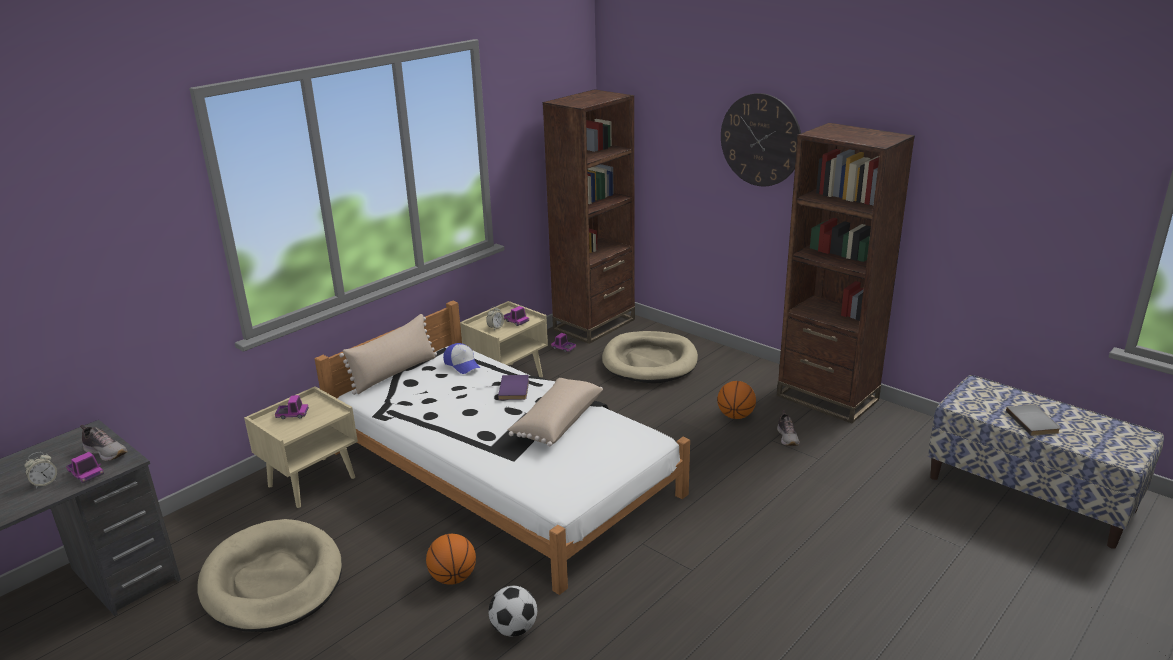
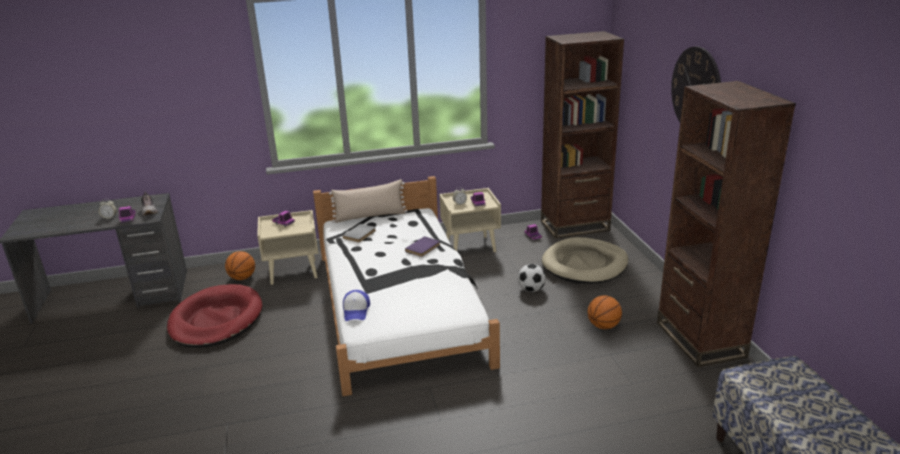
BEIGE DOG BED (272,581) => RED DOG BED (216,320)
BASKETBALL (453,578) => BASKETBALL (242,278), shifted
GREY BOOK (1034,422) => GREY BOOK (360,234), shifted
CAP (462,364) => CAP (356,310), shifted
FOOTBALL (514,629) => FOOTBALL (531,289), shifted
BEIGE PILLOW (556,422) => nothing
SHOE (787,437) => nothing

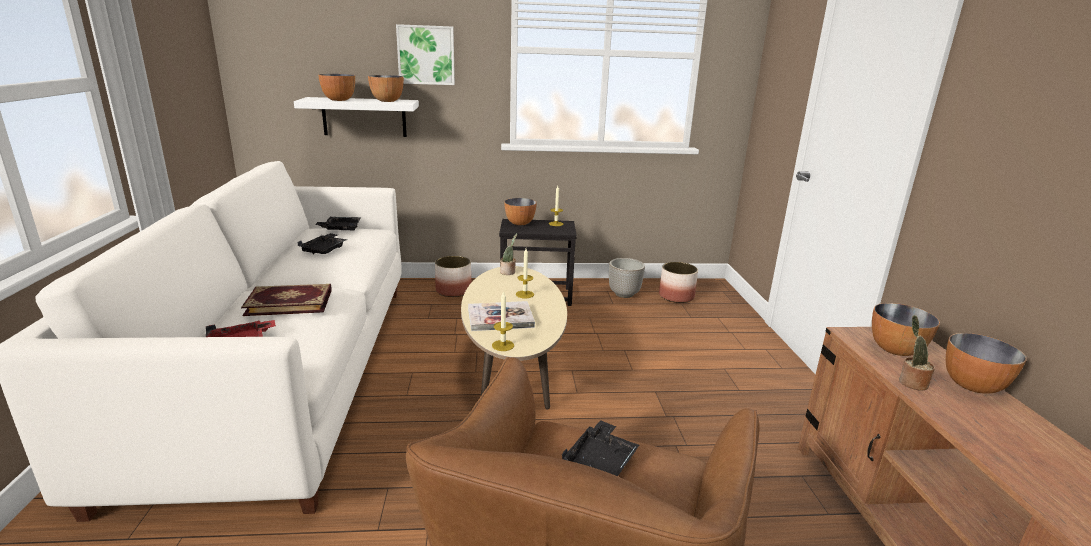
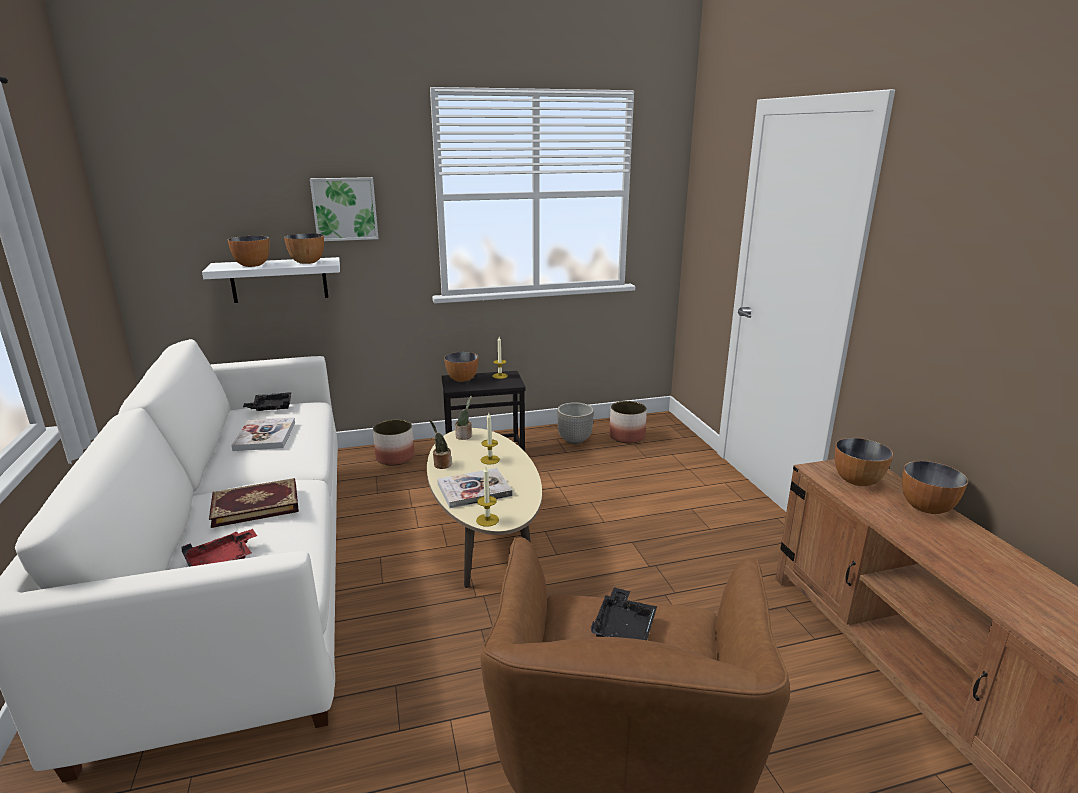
BLACK TRAY (325,250) => BOOK (265,436)
POTTED PLANT (910,382) => POTTED PLANT (441,464), shifted

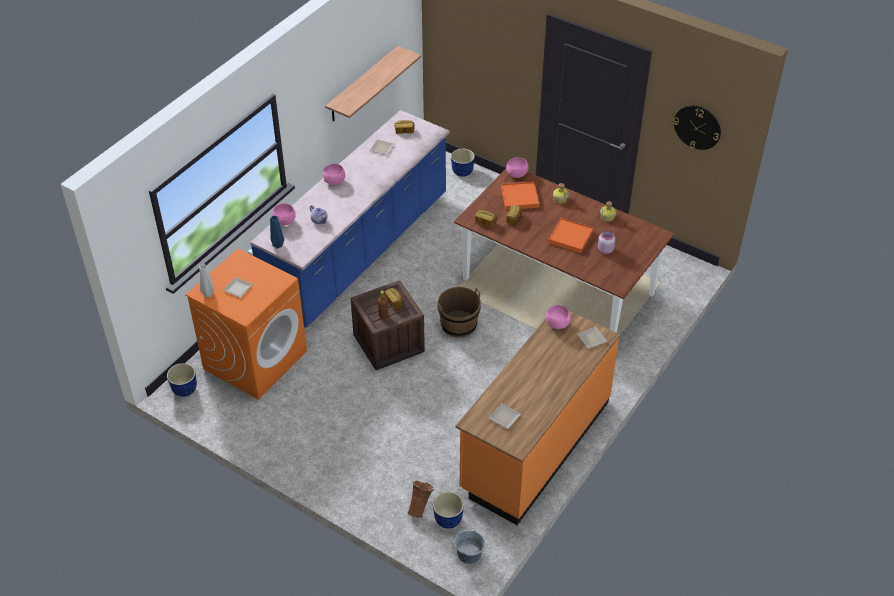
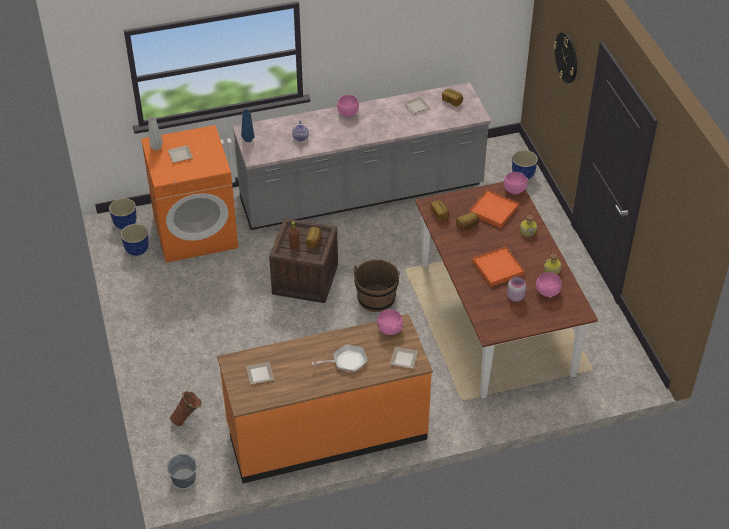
PLANTER (448,520) => PLANTER (136,250), shifted
BLUE COUNTER (359,253) => GREY COUNTER (362,195)
nothing => FRYING PAN (346,361)
PINK BOWL (285,221) => PINK BOWL (548,291), shifted
WALL CLOCK (697,127) => WALL CLOCK (566,57), shifted
SHELF (363,85) => nothing

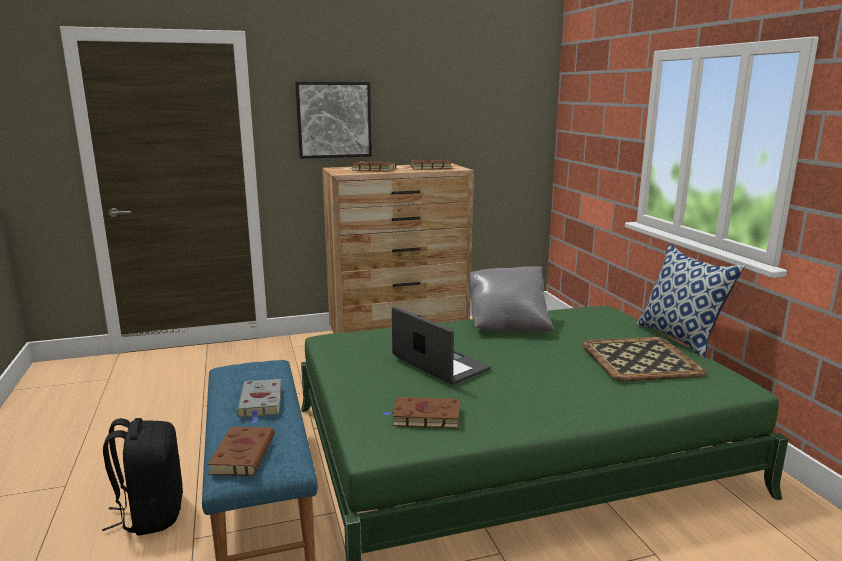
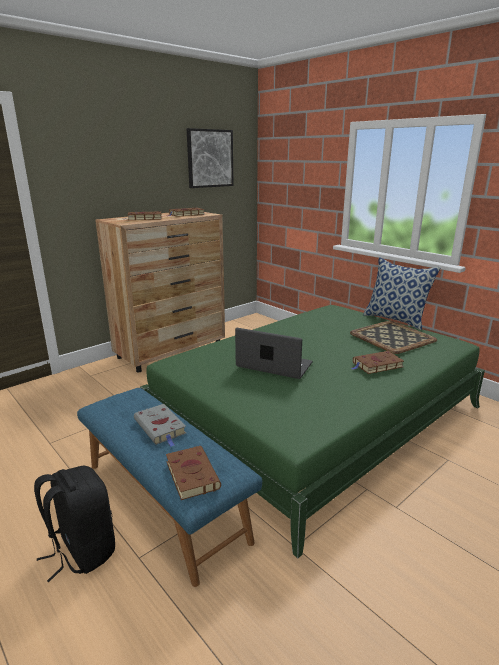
PICTURE (334,120) => PICTURE (210,158), shifted
BROWN BOOK (424,417) => BROWN BOOK (376,365), shifted
GREY PILLOW (507,325) => nothing

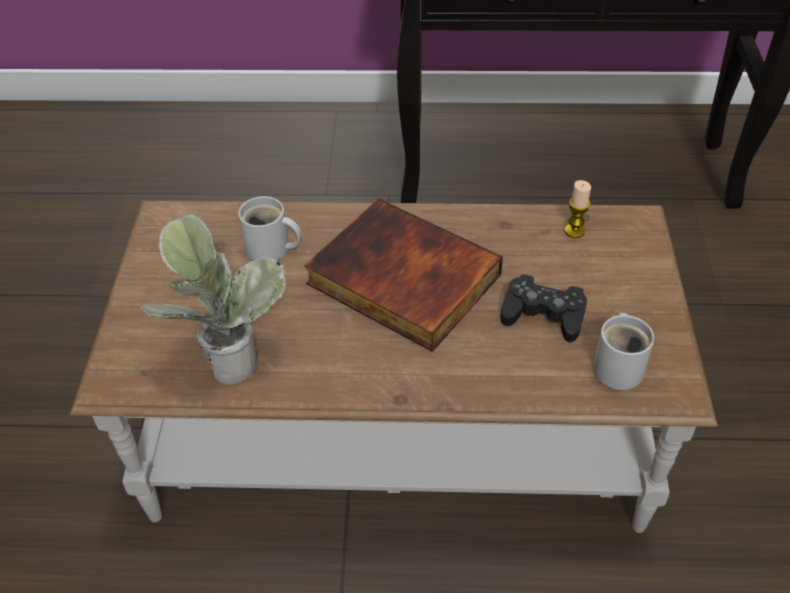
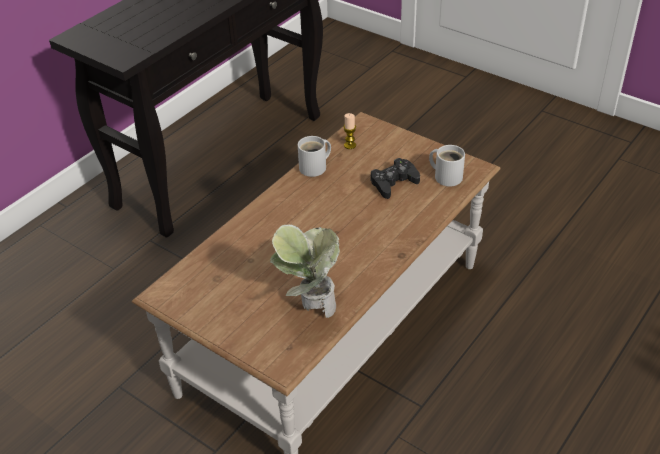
WHITE MUG (271,249) => WHITE MUG (315,167), shifted
BOOK (400,280) => nothing

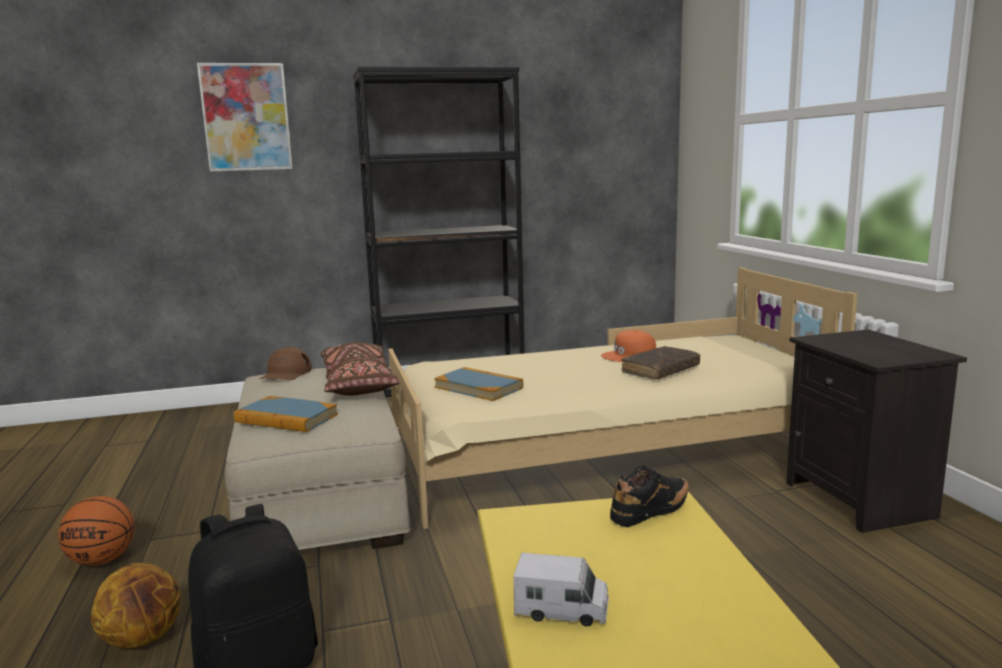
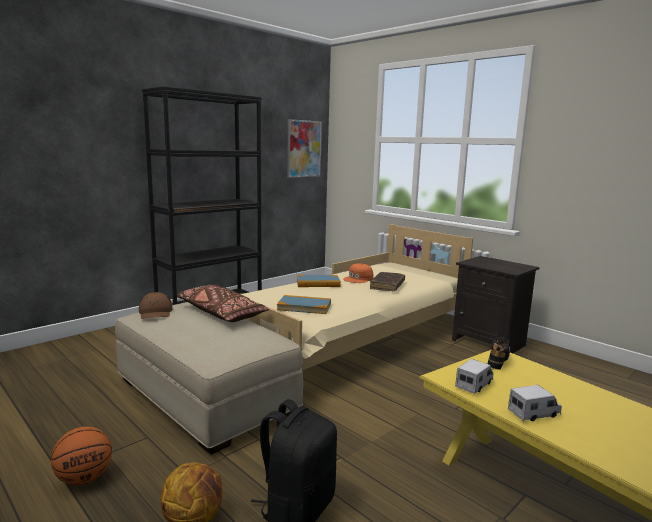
PICTURE (246,117) => PICTURE (304,149), shifted
BOOK (286,418) => BOOK (318,283), shifted
nothing => TOY TRUCK (474,385)

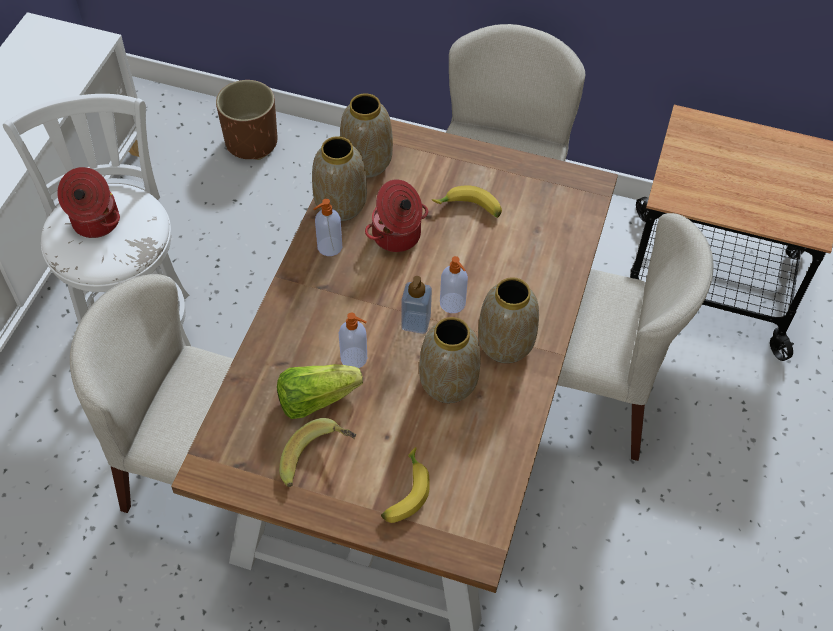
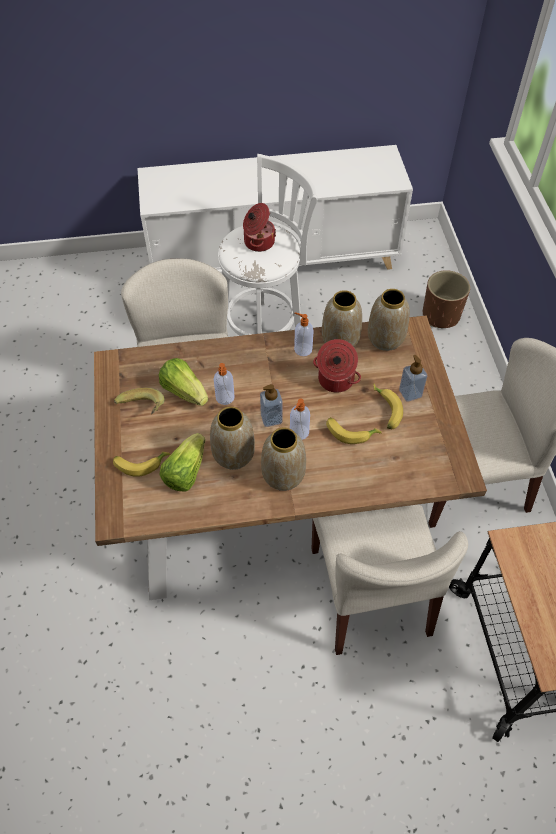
nothing => LETTUCE (185,472)
nothing => BANANA (350,432)
nothing => SOAP DISPENSER (410,393)

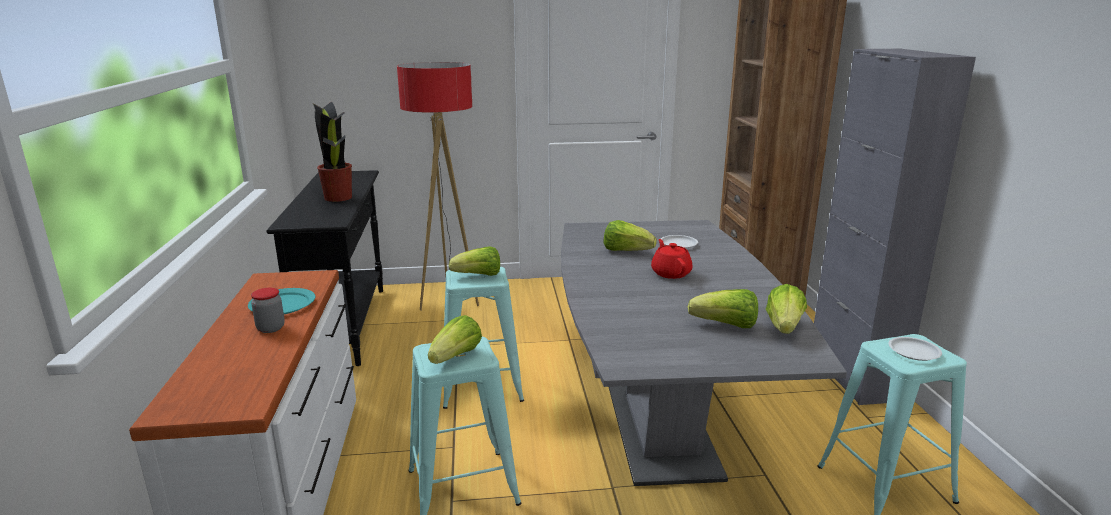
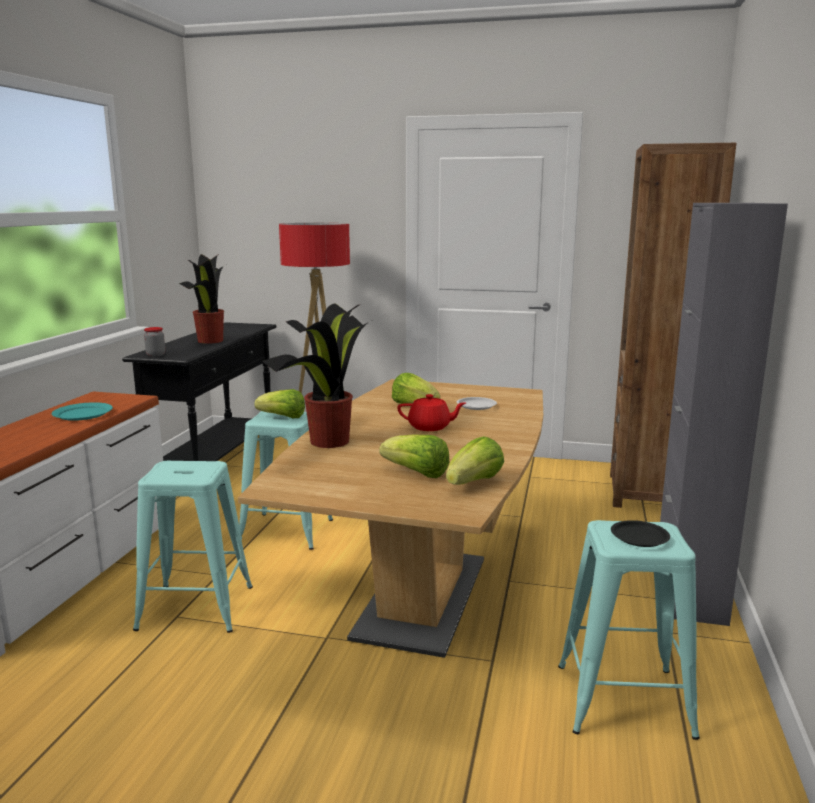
JAR (271,328) => JAR (155,355), shifted
GREY DINING TABLE (660,428) => BROWN DINING TABLE (422,597)
nothing => POTTED PLANT (328,442)
RED TEAPOT (670,273) => RED TEAPOT (430,427), 90 degrees clockwise
WHITE PLATE (913,352) => BLACK PLATE (639,537)
LETTUCE (456,357) => nothing

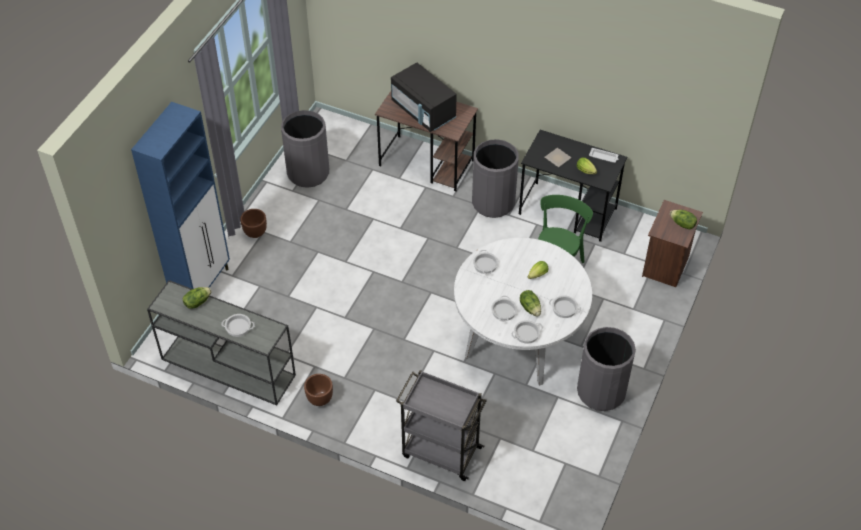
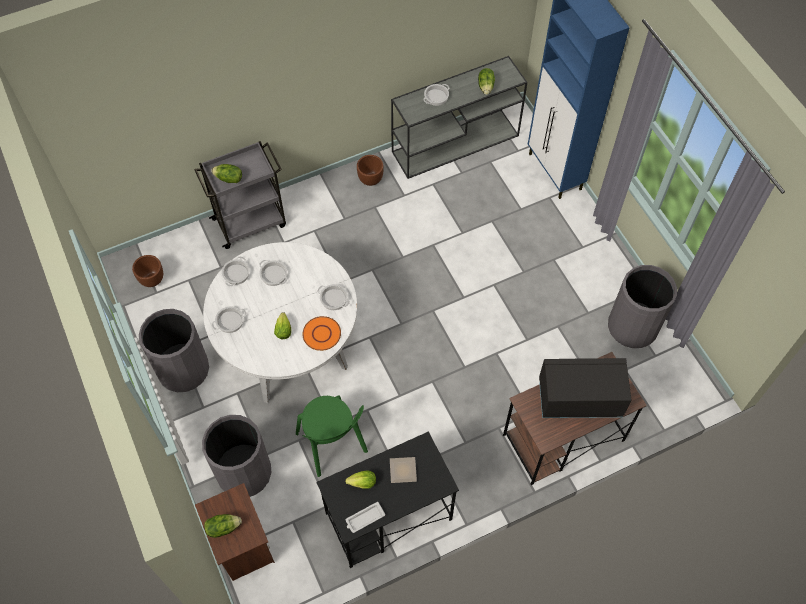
BROWN PLANTER (255,233) => BROWN PLANTER (152,279), shifted
GREY TRASH CAN (493,202) => GREY TRASH CAN (244,472), shifted
LETTUCE (530,308) => LETTUCE (229,179), shifted
nothing => ORANGE PLATE (321,334)

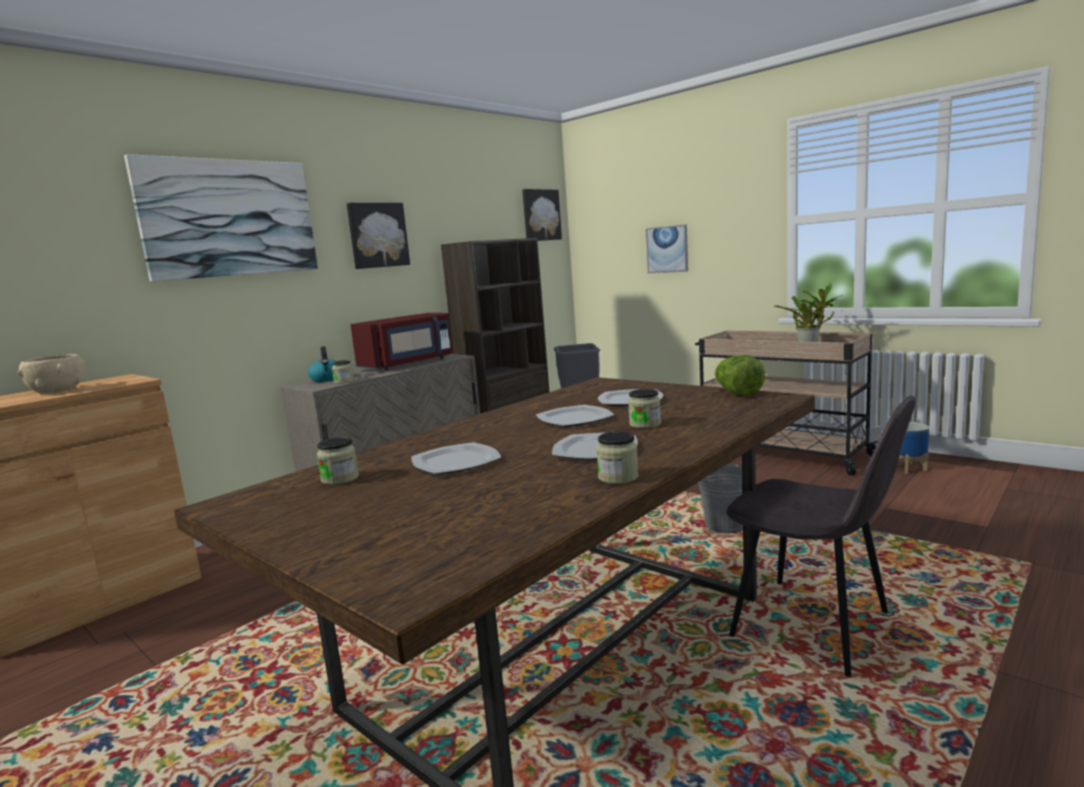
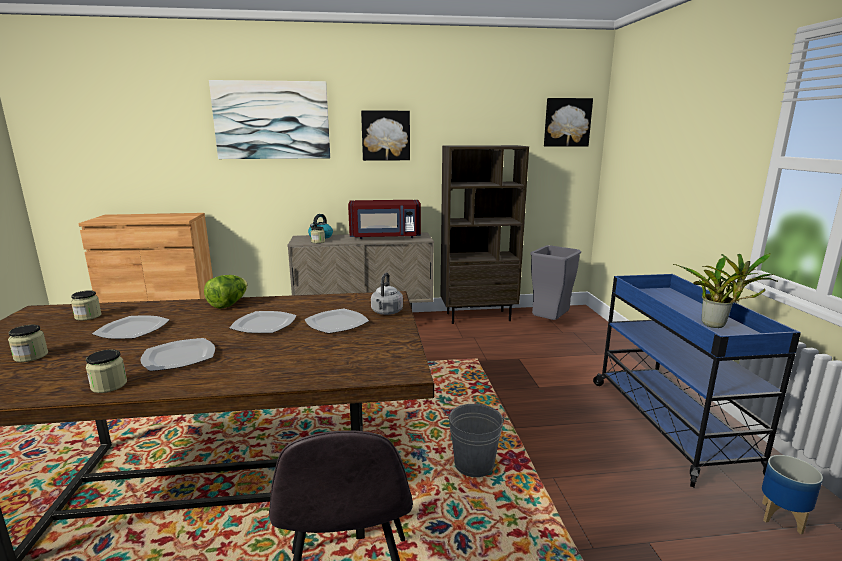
JAR (645,424) => JAR (31,356), shifted
LETTUCE (737,393) => LETTUCE (229,304), shifted
nothing => GREY KETTLE (386,312)
BEIGE CART (779,453) => BLUE CART (668,423)
BEIGE BOWL (57,391) => nothing
PICTURE (667,249) => nothing

